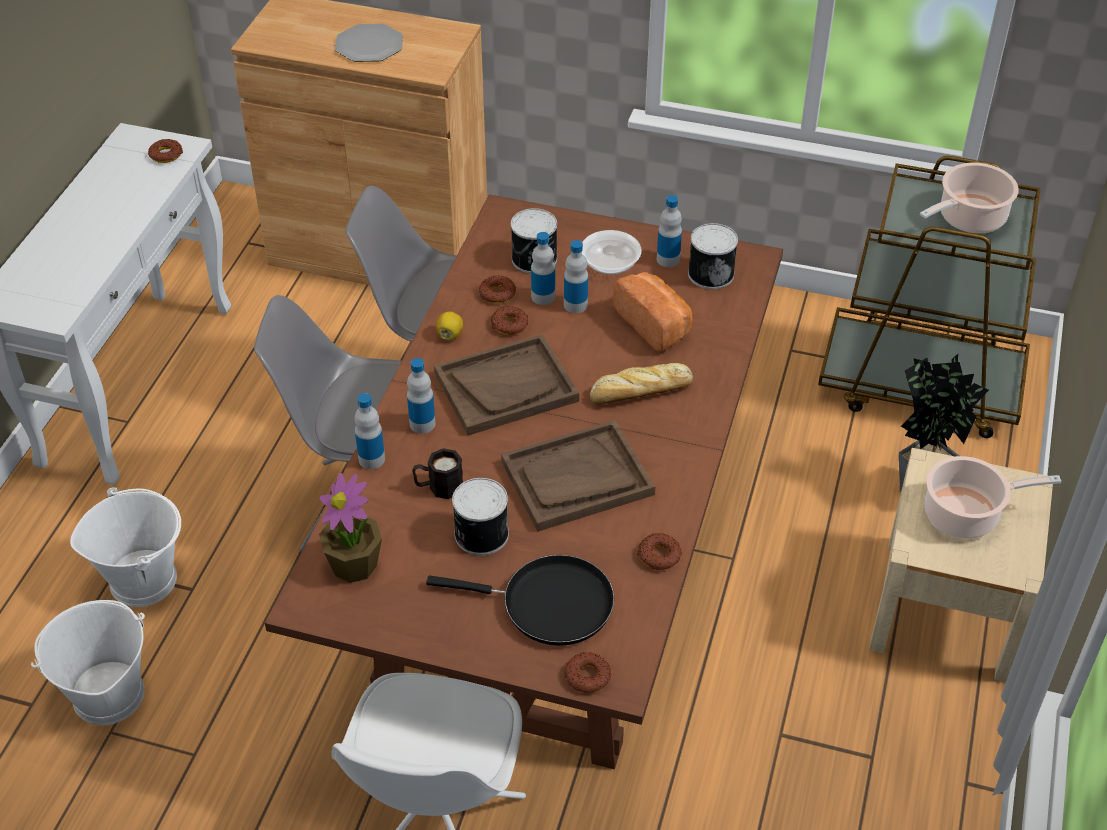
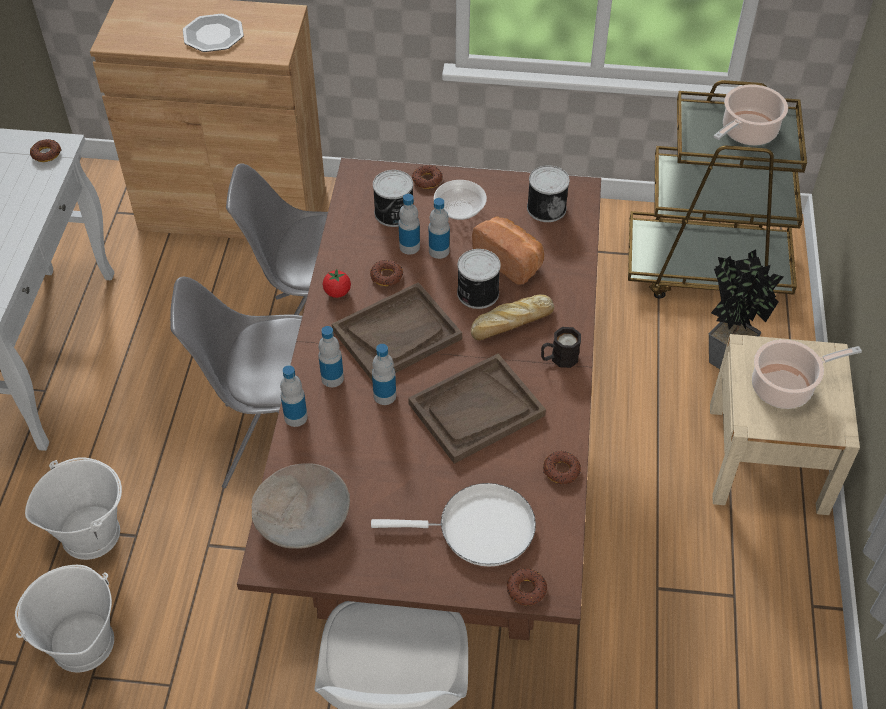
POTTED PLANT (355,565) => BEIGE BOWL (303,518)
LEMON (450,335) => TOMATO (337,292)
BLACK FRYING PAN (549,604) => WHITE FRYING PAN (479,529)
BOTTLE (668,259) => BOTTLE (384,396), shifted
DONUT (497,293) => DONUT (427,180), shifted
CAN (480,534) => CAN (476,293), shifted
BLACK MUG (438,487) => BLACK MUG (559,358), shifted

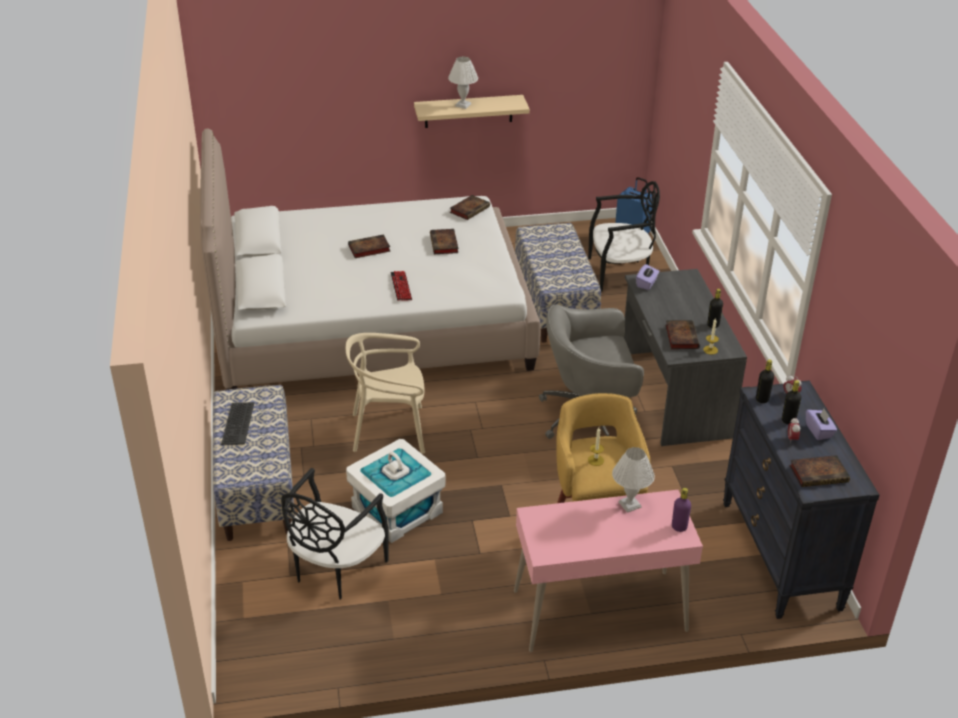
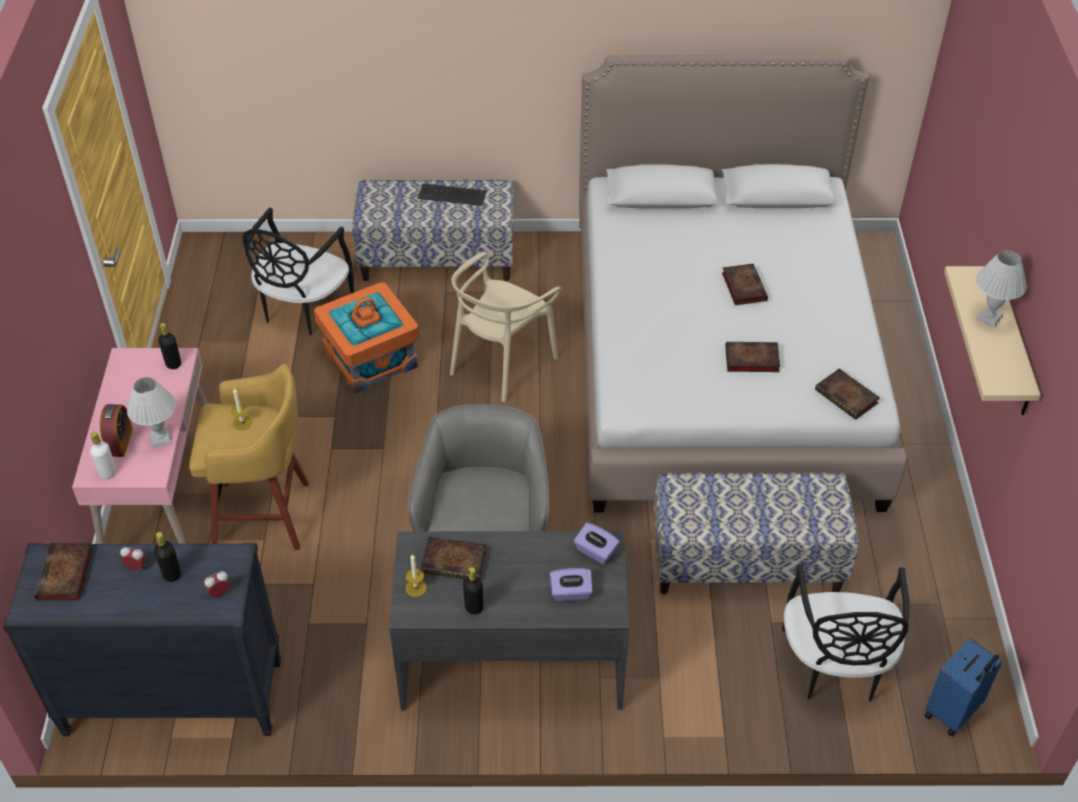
PURPLE BOTTLE (679,527) => WHITE BOTTLE (108,473)
nothing => ALARM CLOCK (120,442)
BLACK BOTTLE (762,399) => BLACK BOTTLE (173,364), shifted
BLACK CHAIR (335,569) => BLACK CHAIR (303,308), 105 degrees counterclockwise
WHITE STORAGE BOX (396,510) => ORANGE STORAGE BOX (370,358)
BEIGE CHAIR (389,431) => BEIGE CHAIR (501,363), 150 degrees counterclockwise
PURPLE TISSUE BOX (819,431) => PURPLE TISSUE BOX (571,593), shifted
KEYBOARD (401,287) => nothing

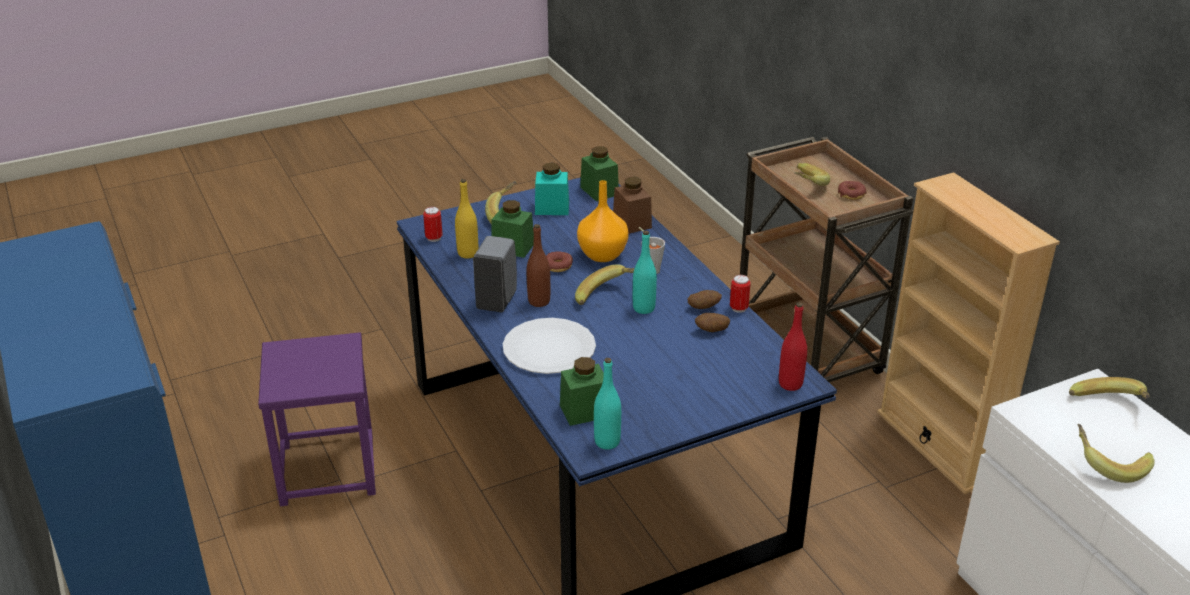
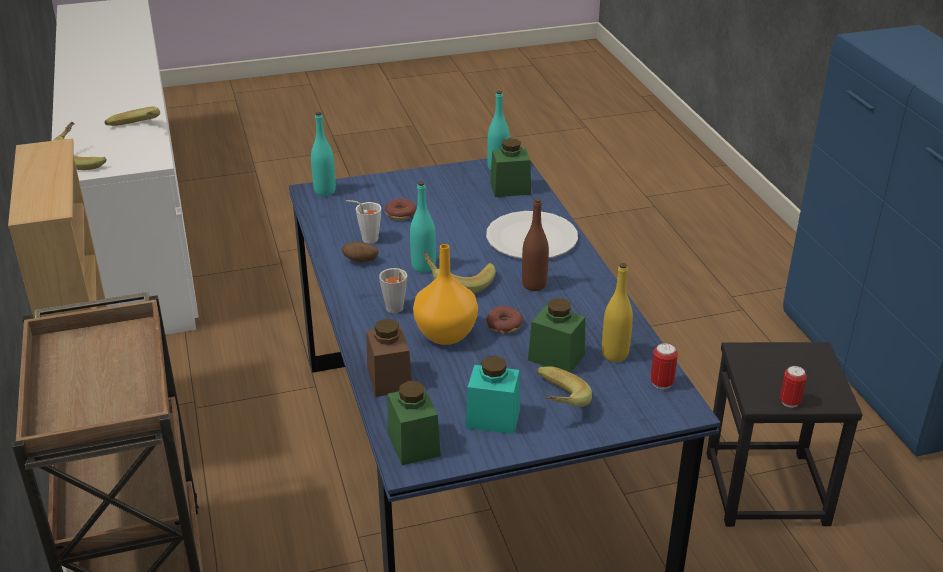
RED BOTTLE (790,384) => TURQUOISE BOTTLE (325,191)
POTATO (711,331) => WHITE CUP (366,239)
DONUT (851,194) => DONUT (400,214), shifted
PURPLE STOOL (326,469) => BLACK STOOL (767,489)
CAN (738,308) => CAN (789,402), shifted
GREY SOAP DISPENSER (497,301) => nothing
BANANA (804,185) => nothing

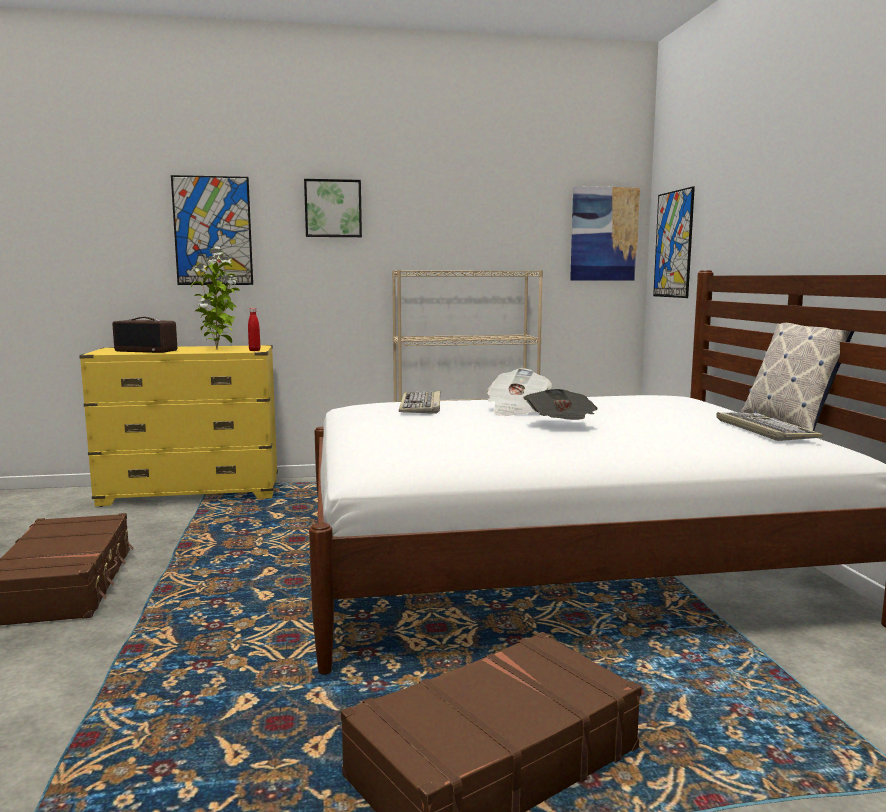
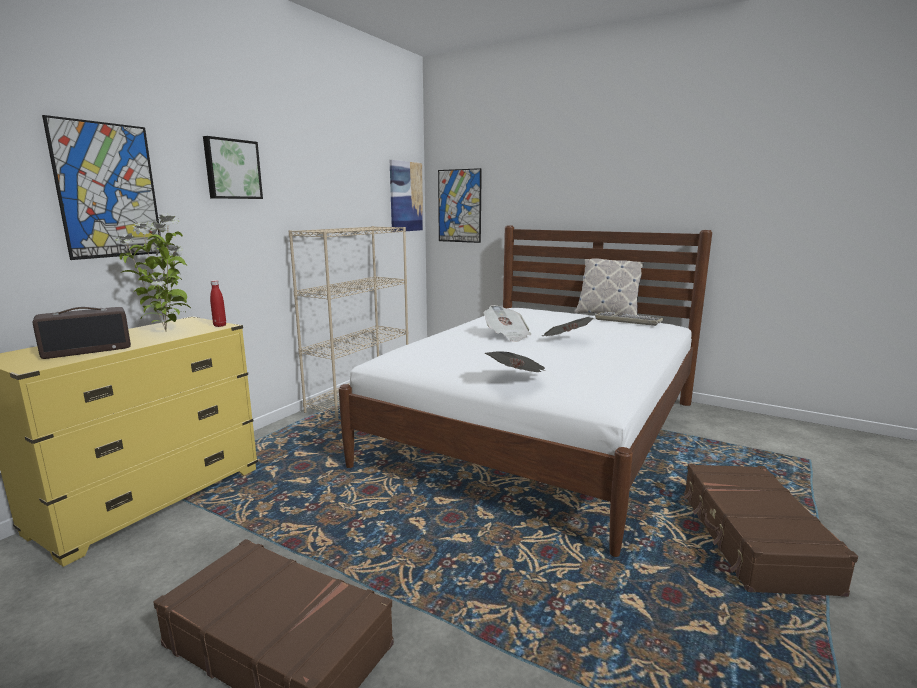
nothing => NEWSPAPER (517,378)
KEYBOARD (421,405) => nothing

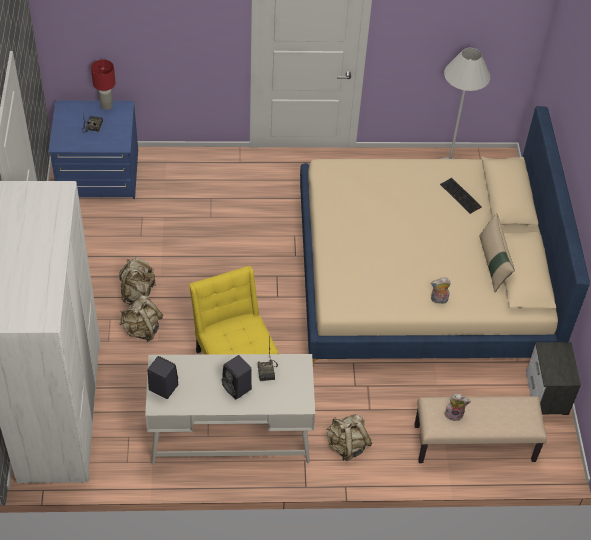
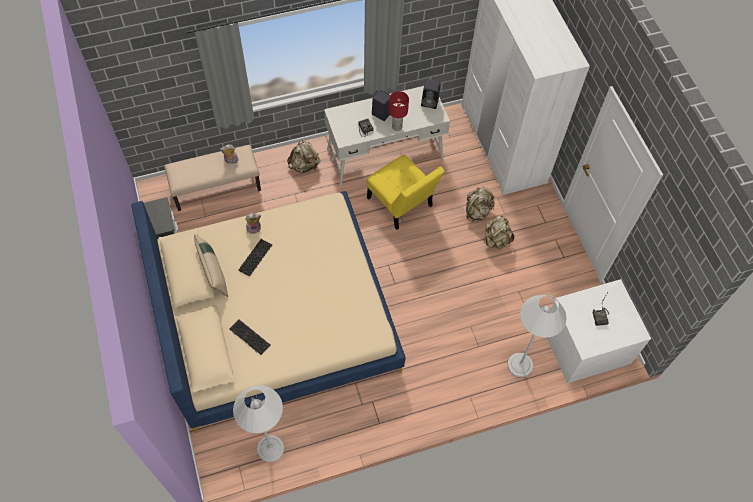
nothing => KEYBOARD (255,257)
RED TABLE LAMP (106,106) => RED TABLE LAMP (397,126), shifted
nothing => WHITE FLOOR LAMP (520,365)
BLUE DRESSER (98,175) => WHITE DRESSER (585,343)

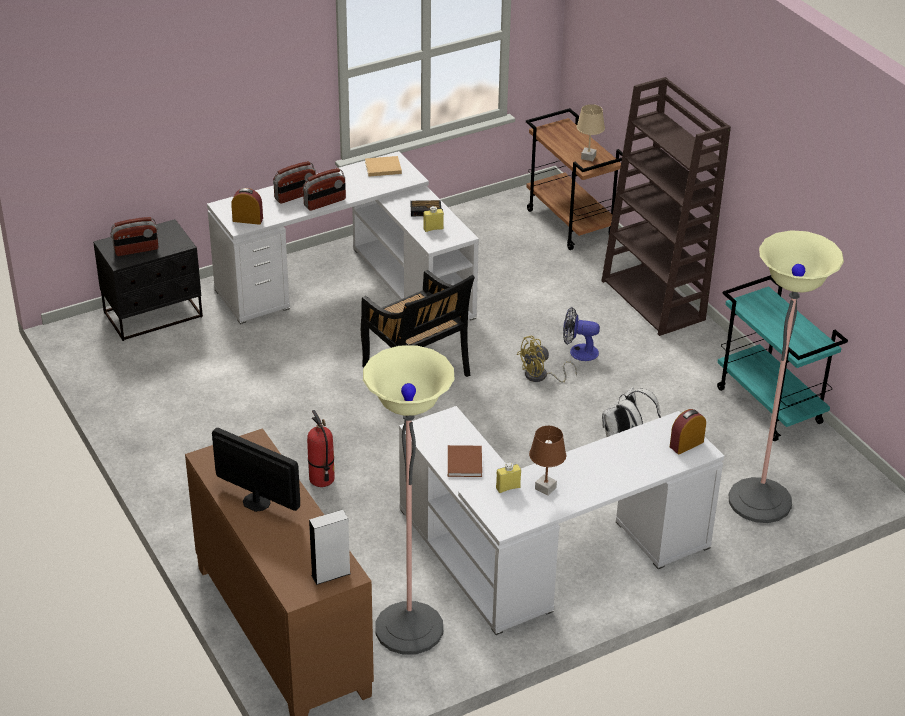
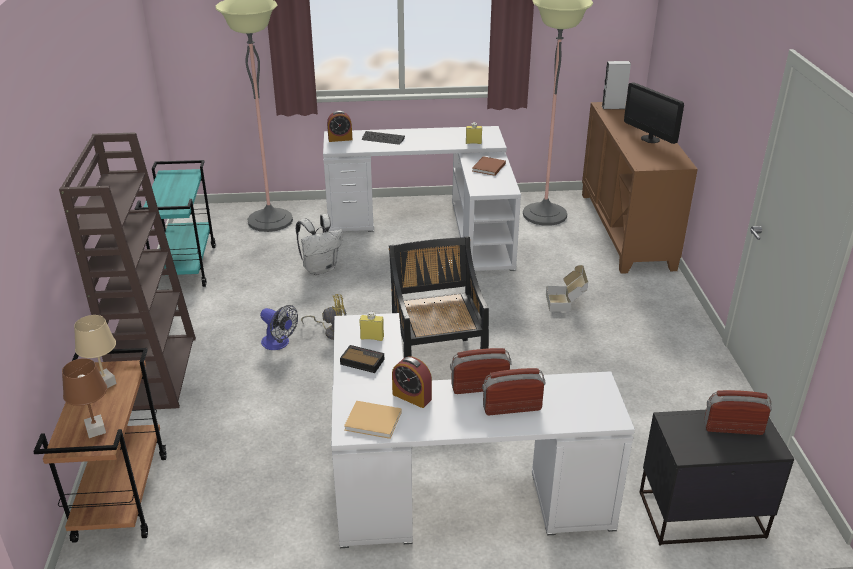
BROWN TABLE LAMP (545,488) => BROWN TABLE LAMP (96,430), shifted
nothing => KEYBOARD (383,139)
ALARM CLOCK (247,219) => ALARM CLOCK (412,397), shifted
FIRE EXTINGUISHER (321,479) => CARDBOARD BOX (566,302)

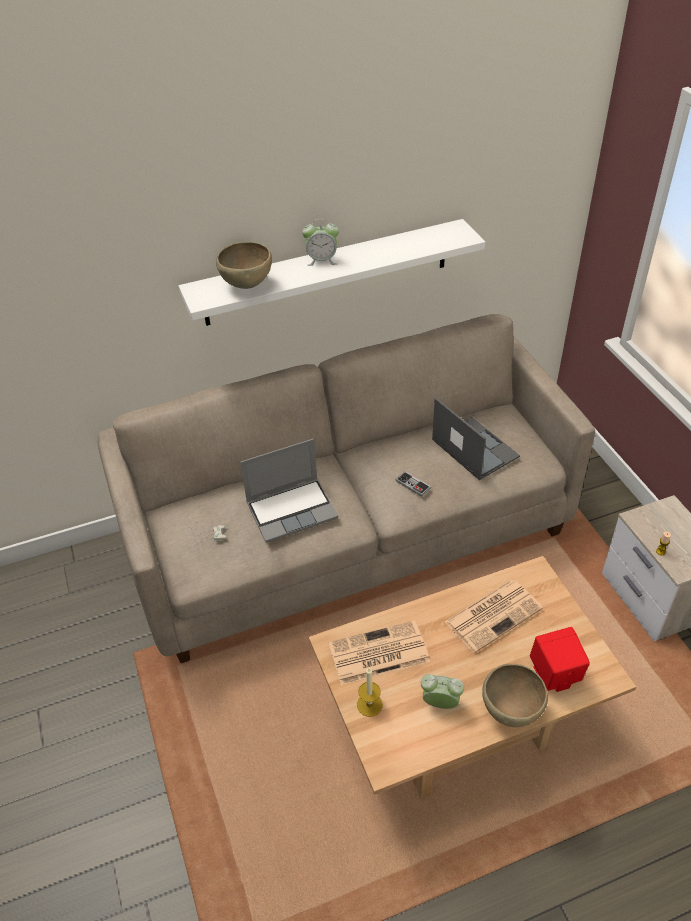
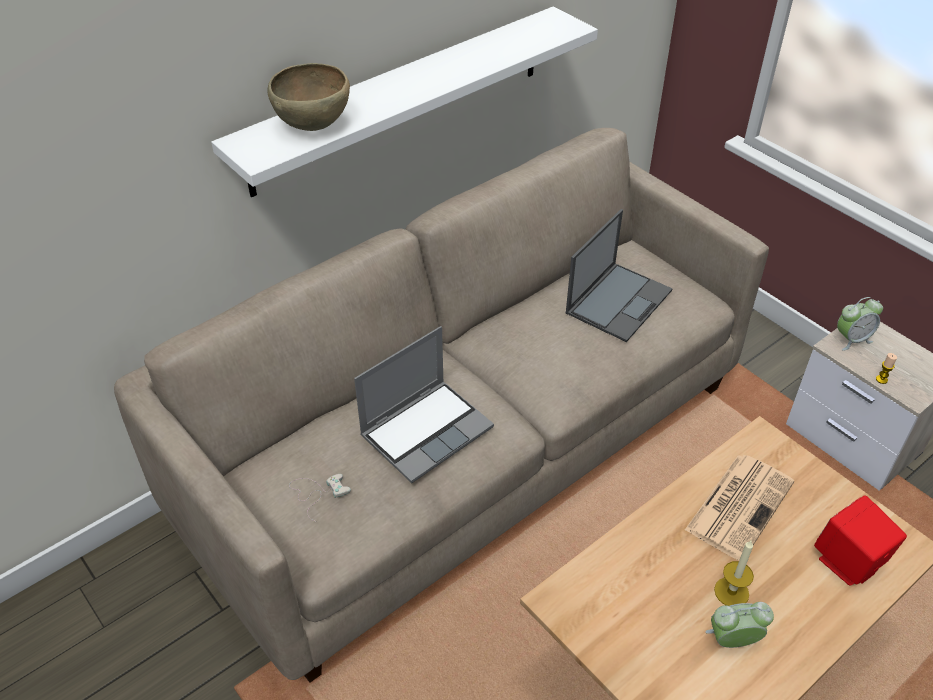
LAPTOP (474,448) => LAPTOP (619,301), 90 degrees clockwise
CANDLE (369,704) => CANDLE (731,592), shifted
ALARM CLOCK (322,260) => ALARM CLOCK (851,339), shifted
NEWSPAPER (377,654) => nothing
GAME CONTROLLER (413,485) => nothing
BROWN BOWL (511,710) => nothing

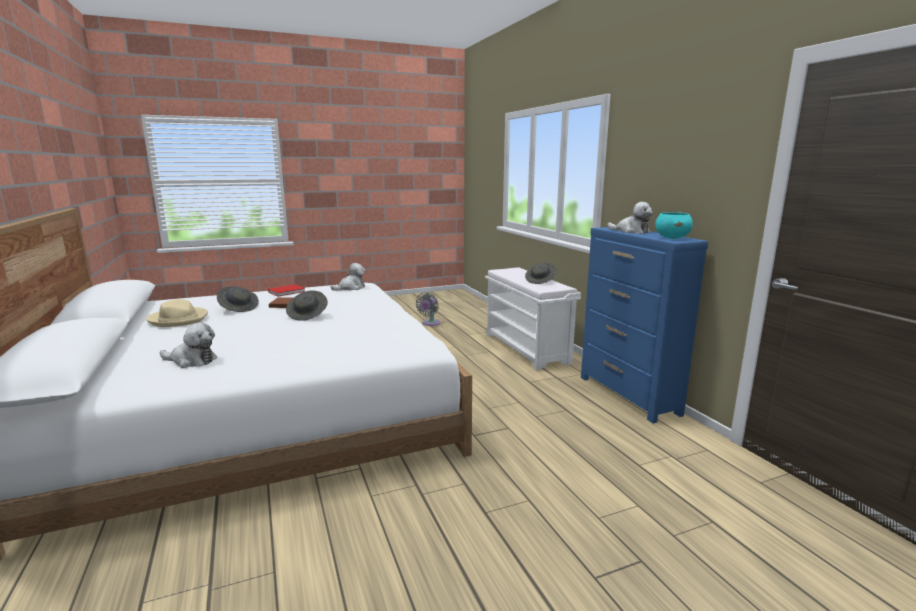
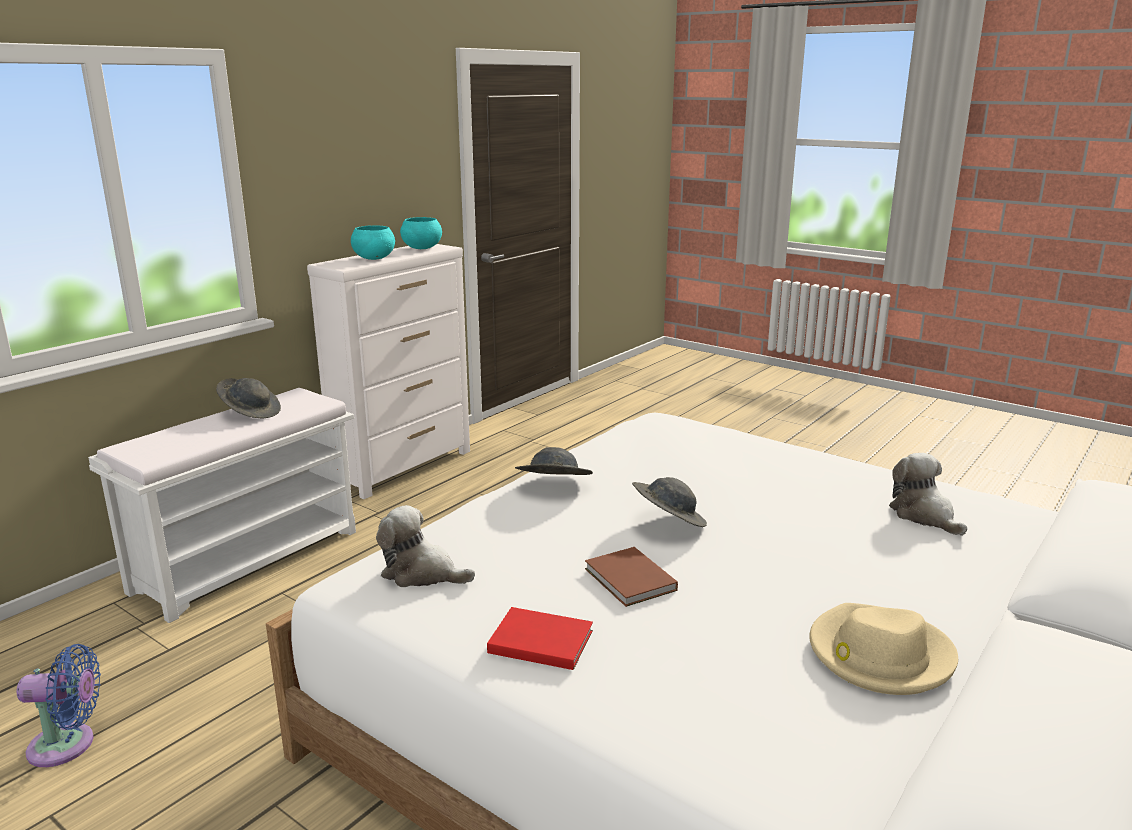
GREY FAN (430,323) => BLUE FAN (68,745)
BLUE DRESSER (628,395) => WHITE DRESSER (404,467)
PLUSH TOY (631,231) => TURQUOISE BOWL (373,258)
GREY HAT (239,308) => GREY HAT (553,487), shifted

